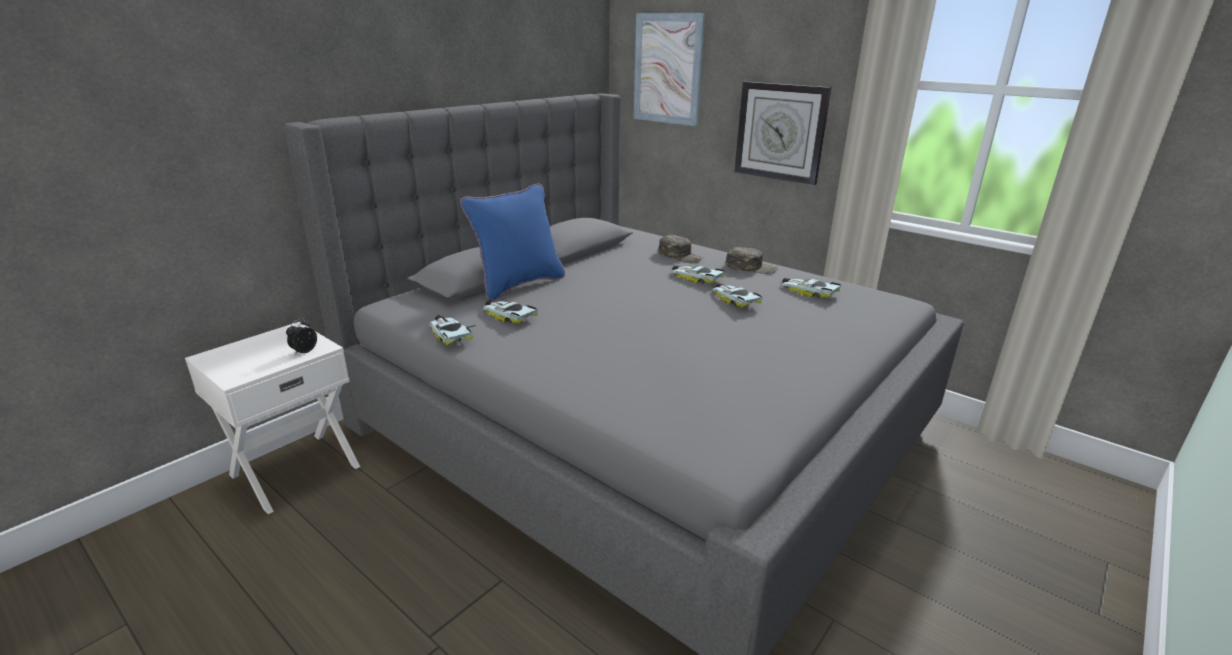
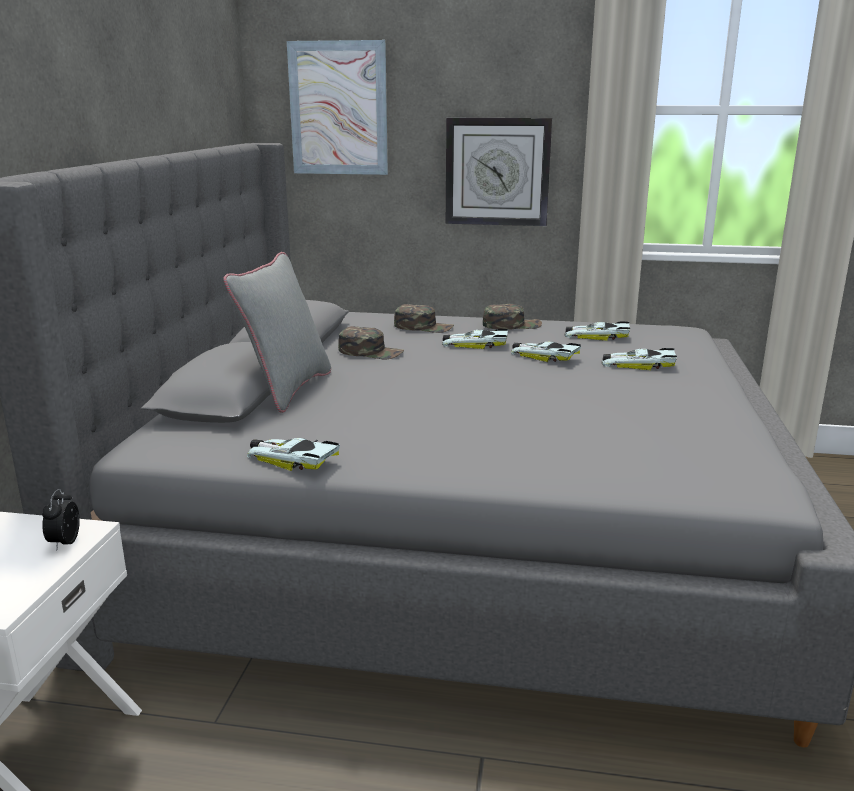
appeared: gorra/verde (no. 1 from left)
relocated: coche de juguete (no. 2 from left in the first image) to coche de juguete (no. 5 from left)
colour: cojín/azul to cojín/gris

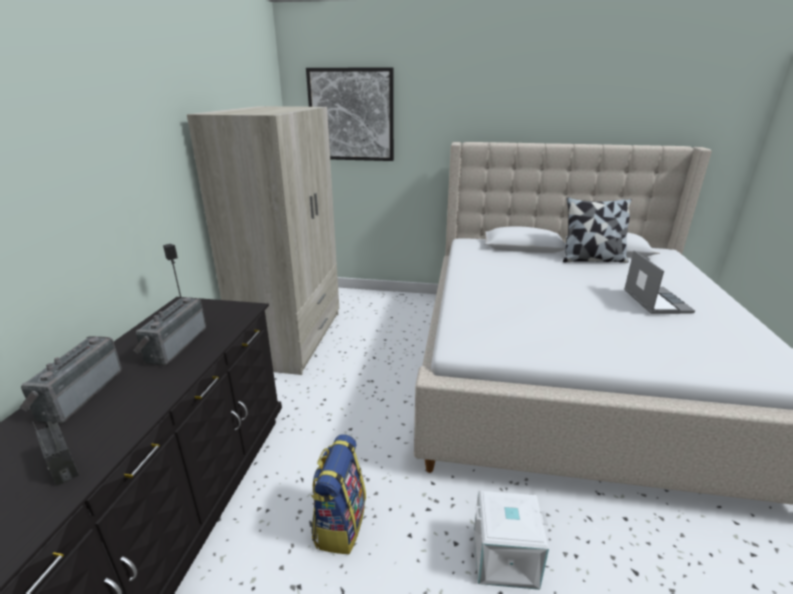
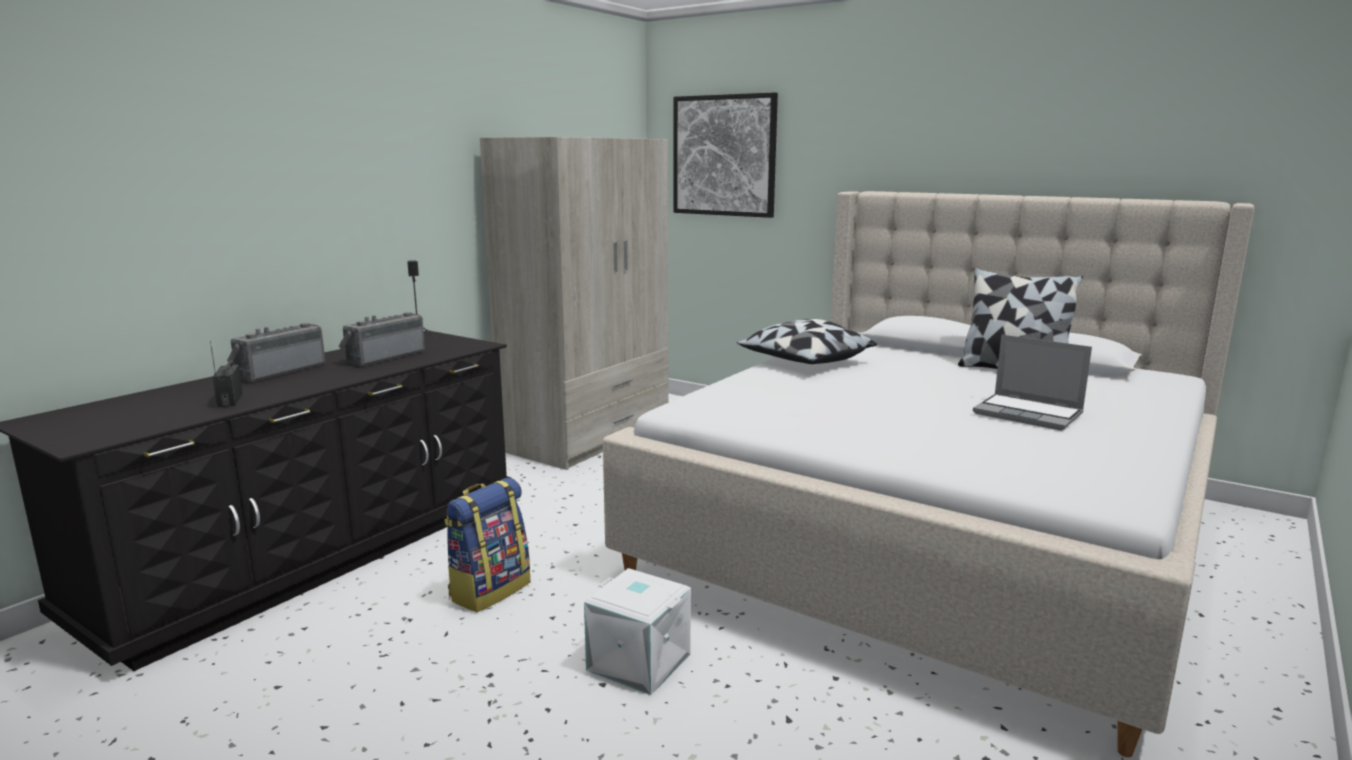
appeared: cojín (no. 1 from left)
spun: portátil 105 degrees clockwise

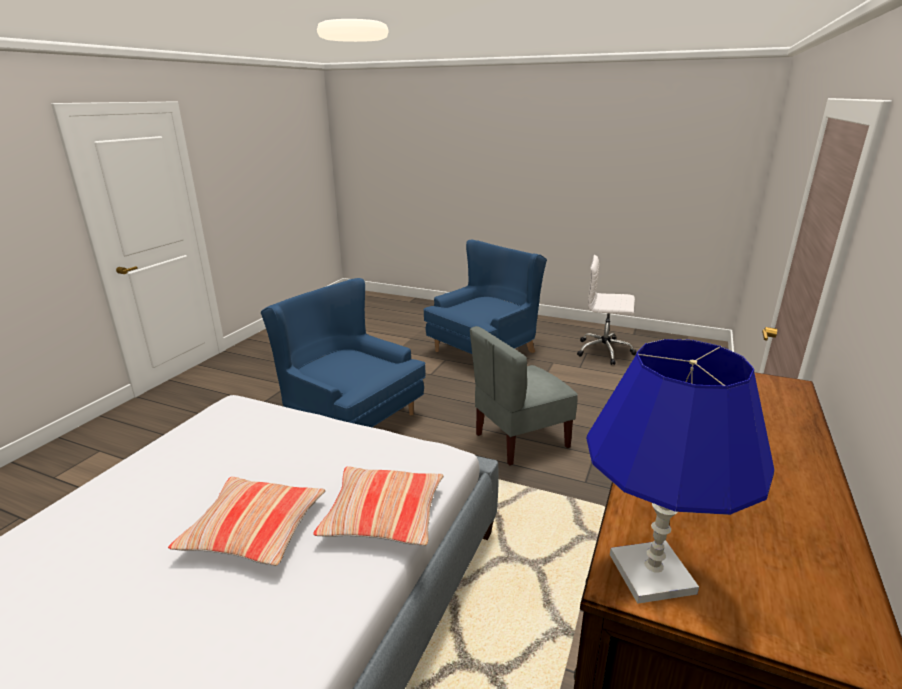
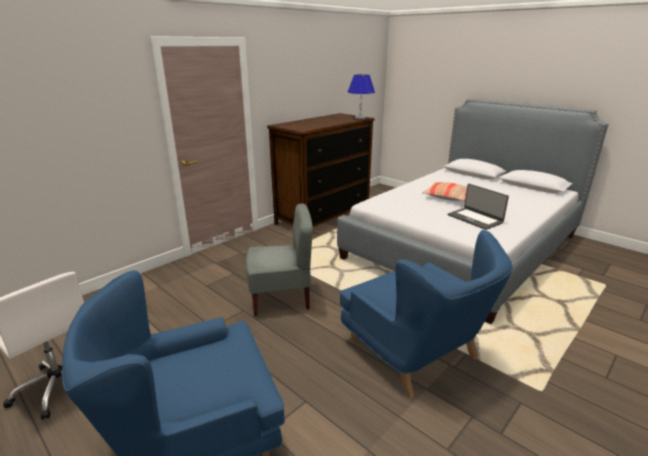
missing: cojín (no. 2 from left)
appeared: portátil

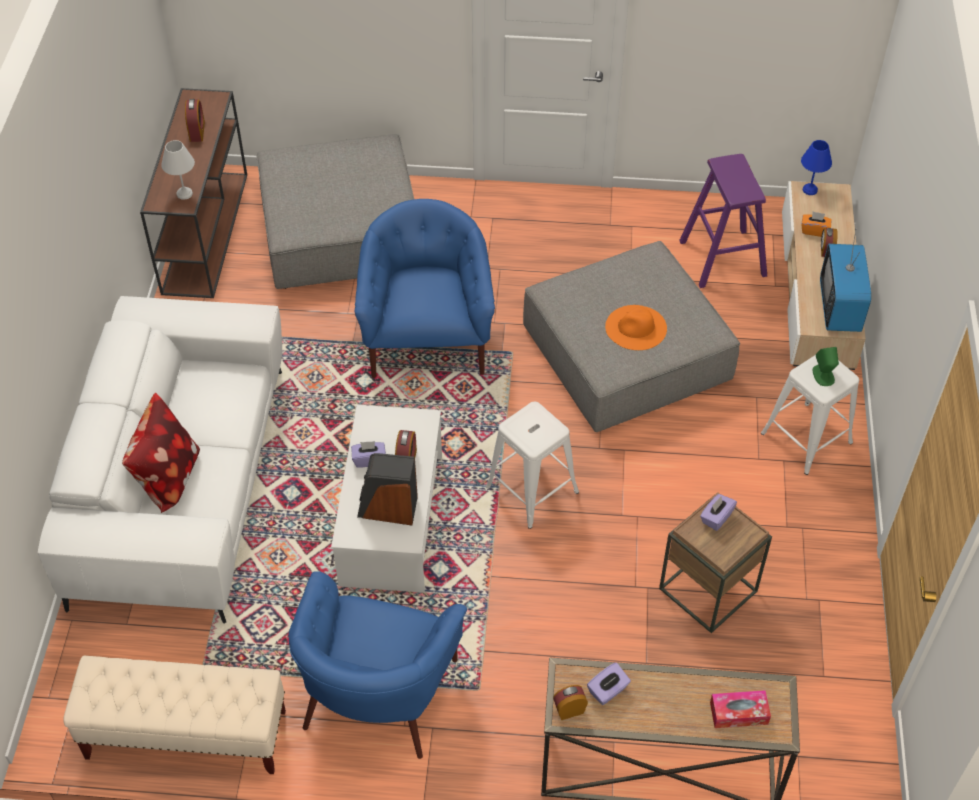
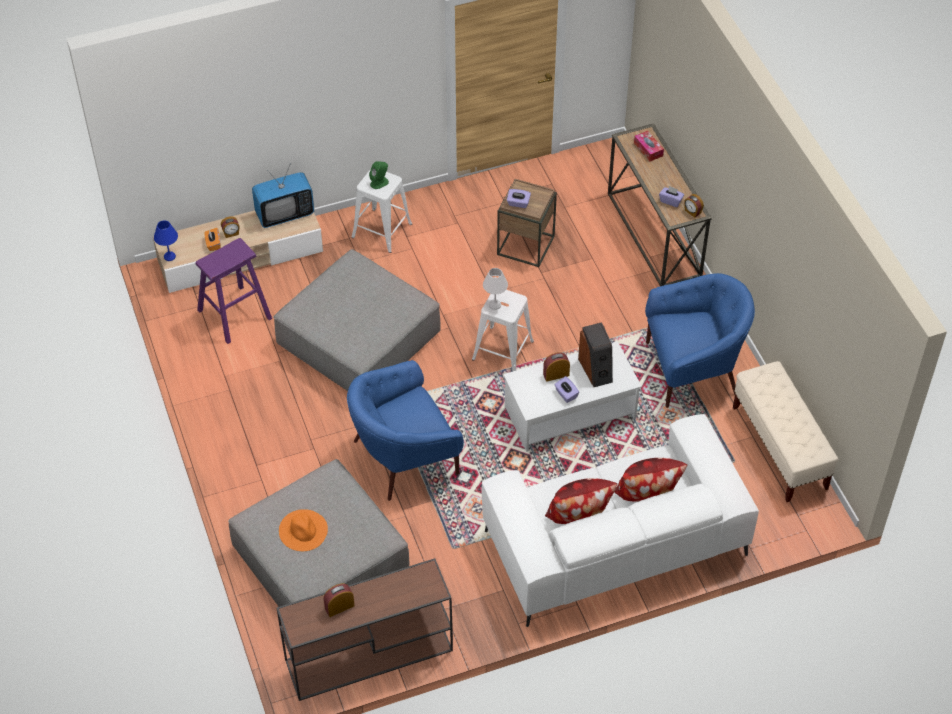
appeared: cojín (no. 1 from left)
relocated: lámpara de mesa/blanco; sombrero/naranja

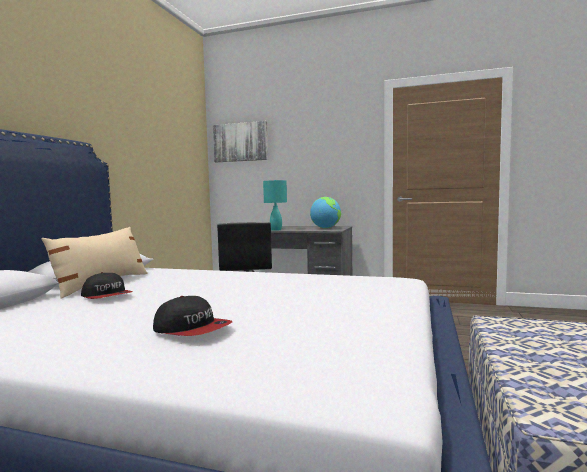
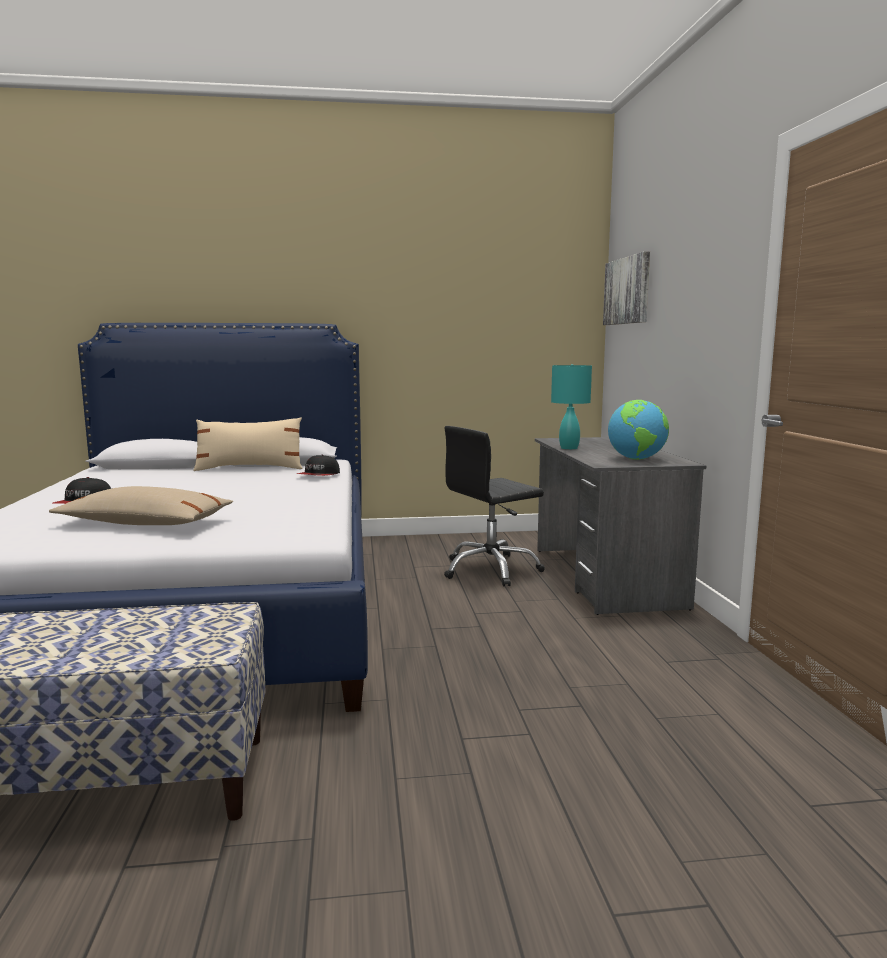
appeared: cojín/beis (no. 1 from left)
relocated: gorra (no. 1 from left in the first image) to gorra (no. 2 from left)

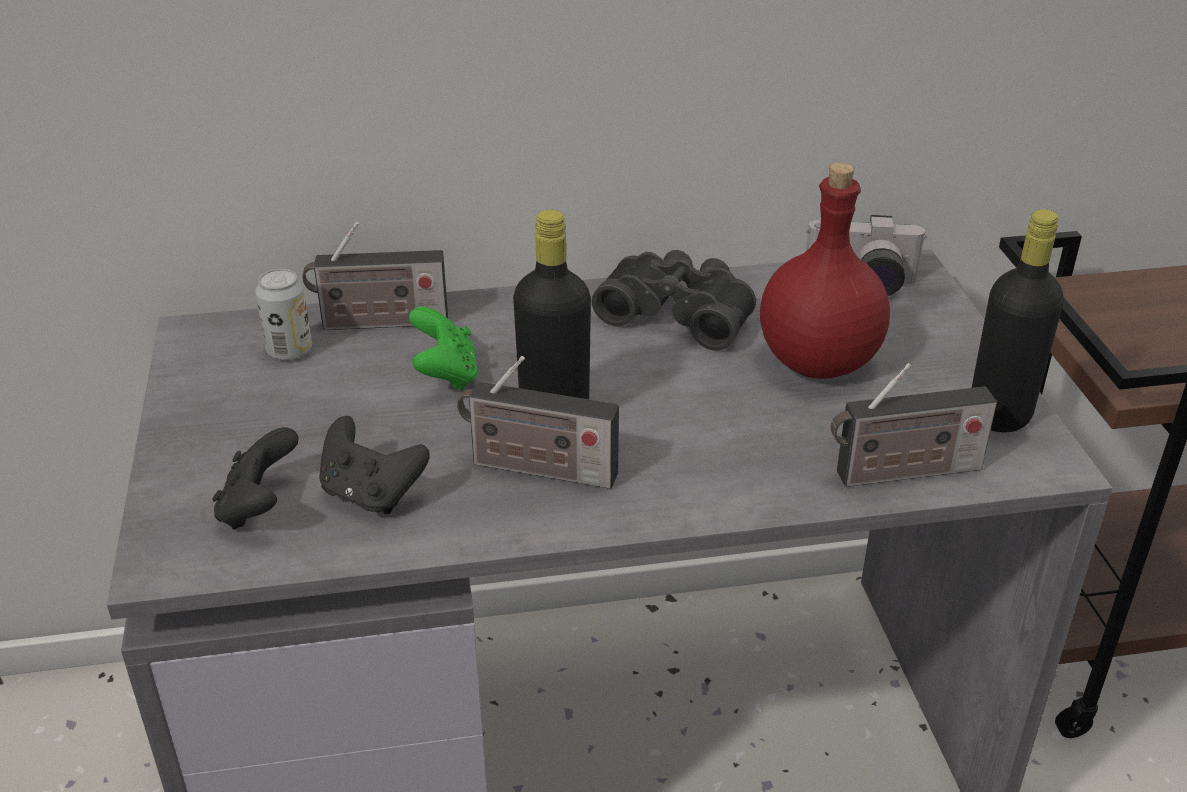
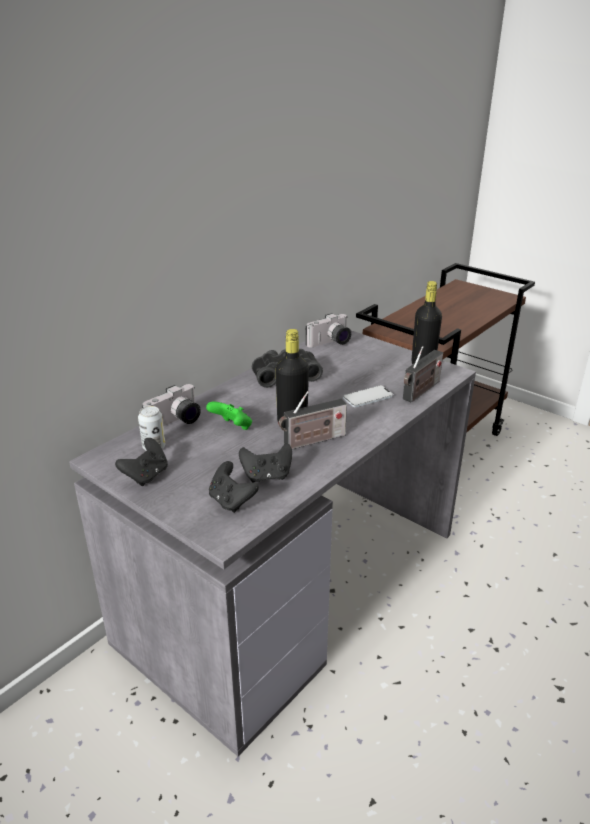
missing: botella/rojo
appeared: mando de consola/negro (no. 1 from left); móvil
exchanged: radio (no. 1 from left) to cámara (no. 1 from left)

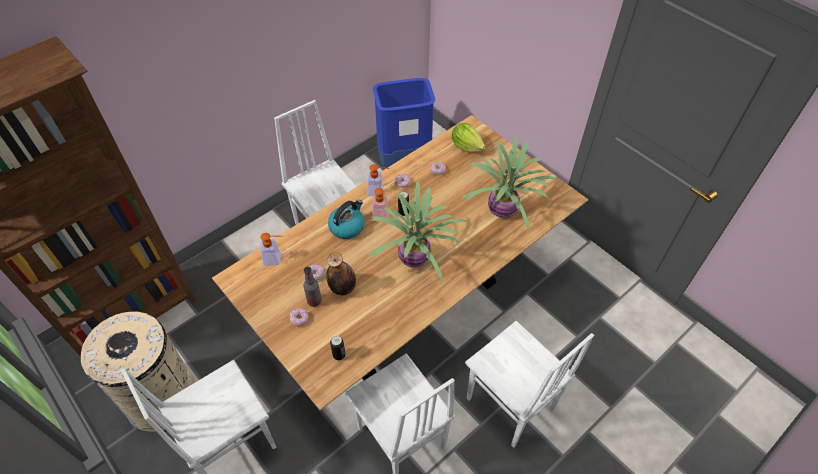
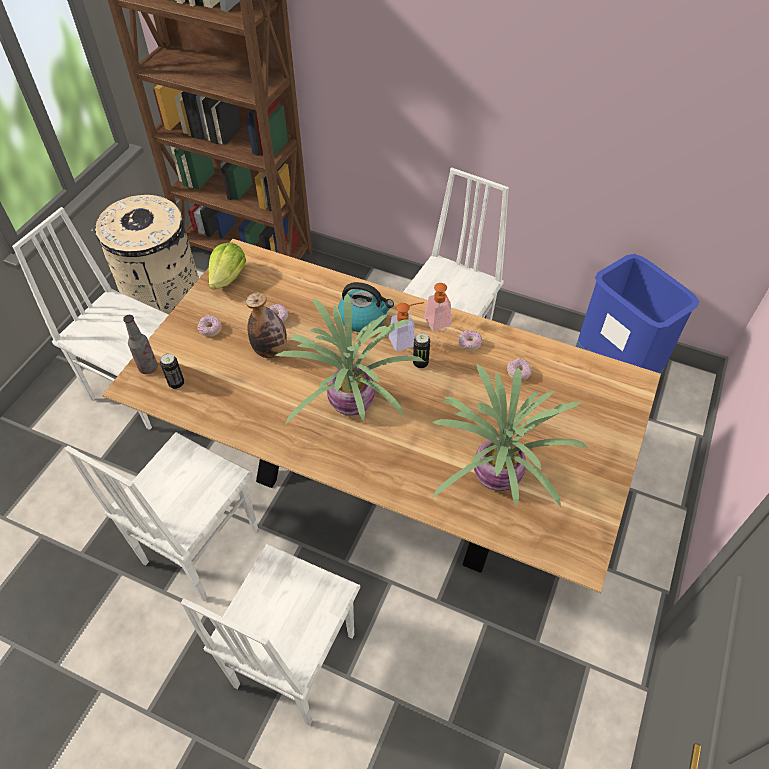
missing: dispensador de jabón (no. 1 from left)
relocated: botella (no. 1 from left); lechuga

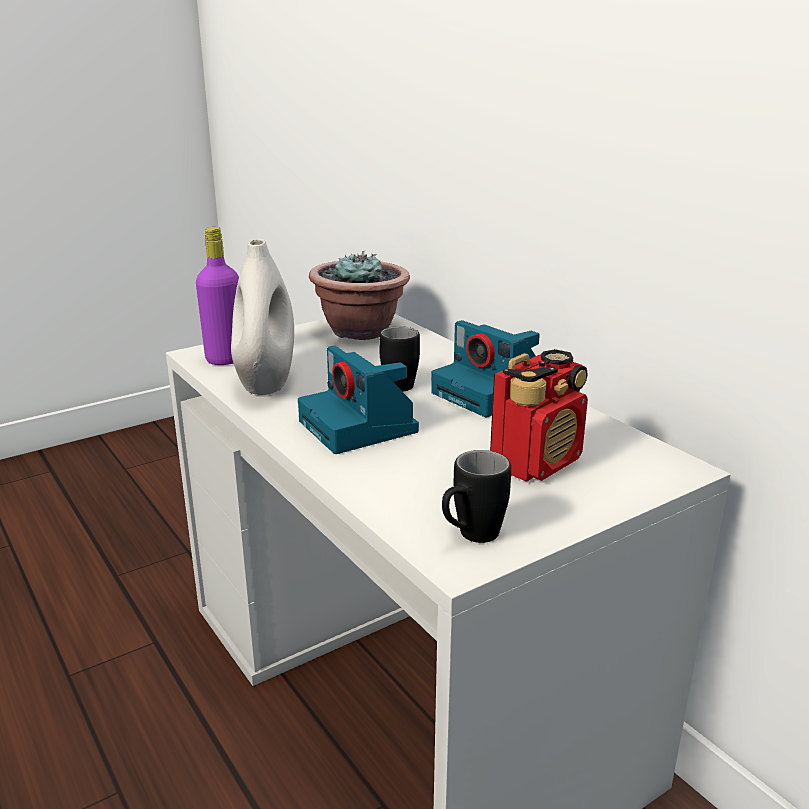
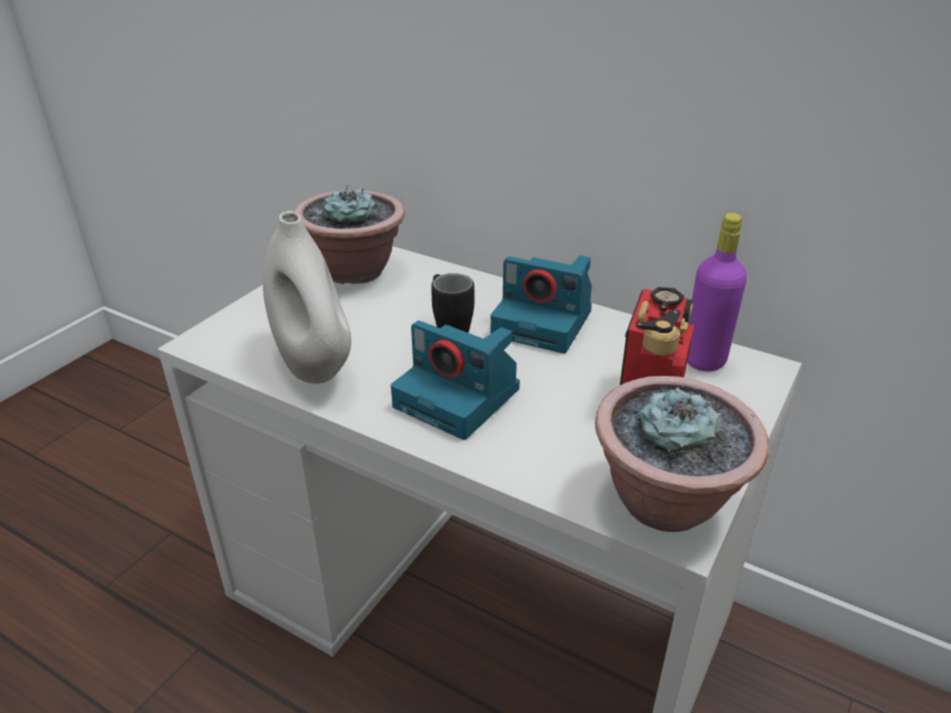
relocated: botella/morado
exchanged: taza grande/negro (no. 2 from left) to planta en maceta (no. 2 from left)

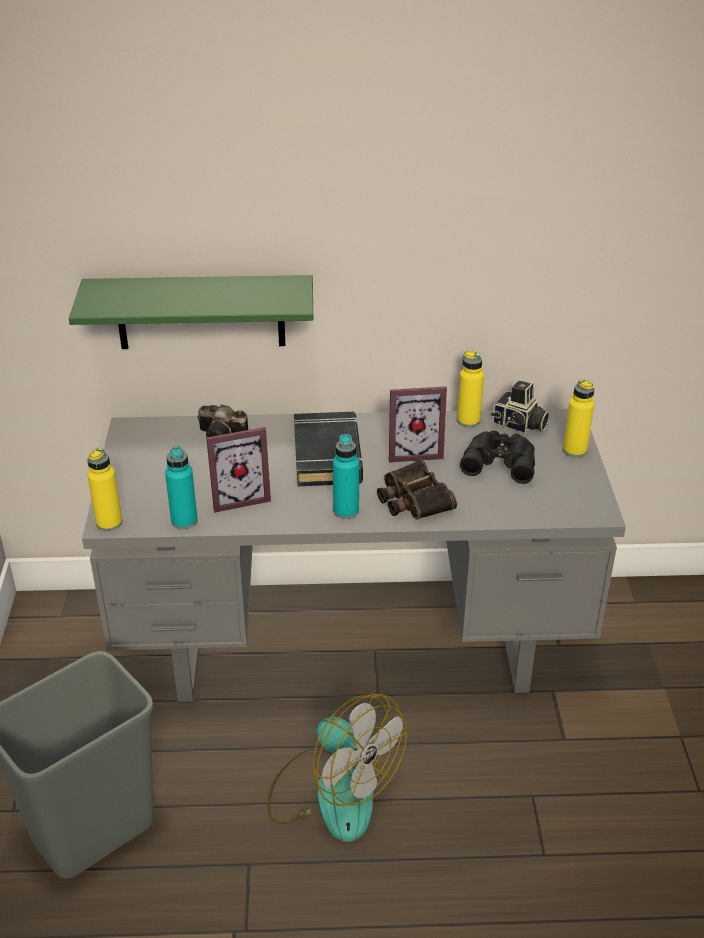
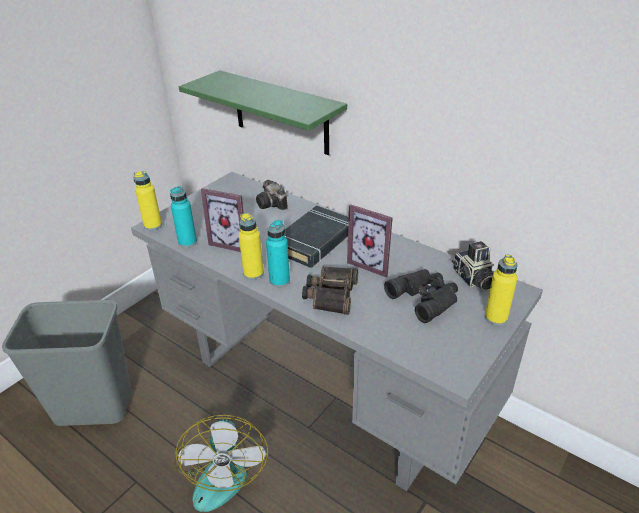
relocated: botella/amarillo (no. 2 from left)

